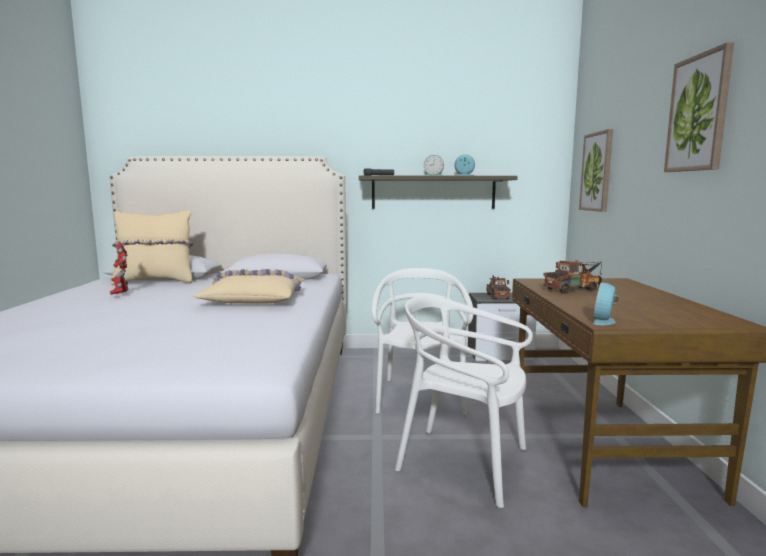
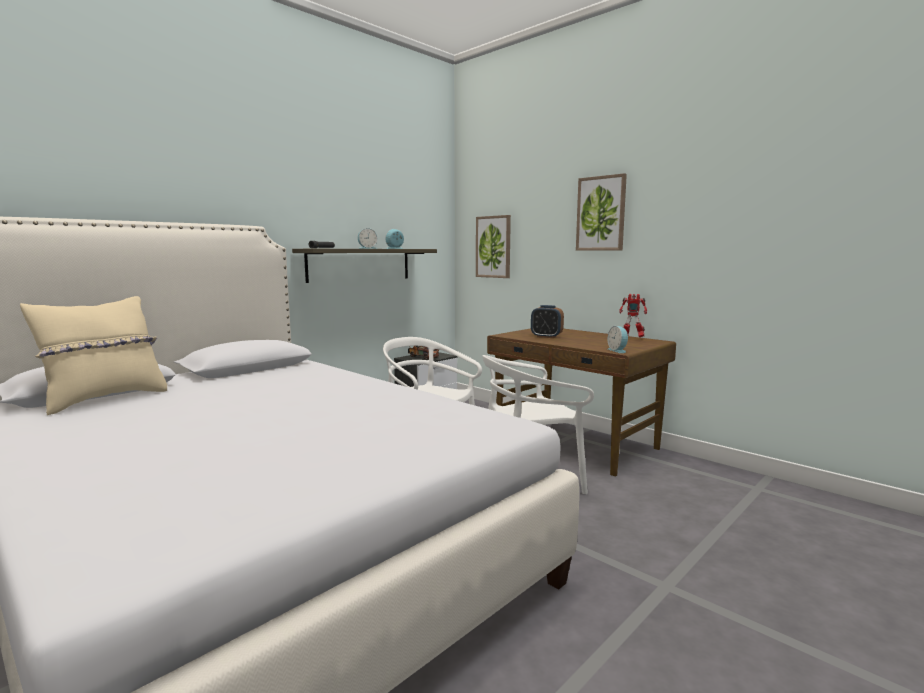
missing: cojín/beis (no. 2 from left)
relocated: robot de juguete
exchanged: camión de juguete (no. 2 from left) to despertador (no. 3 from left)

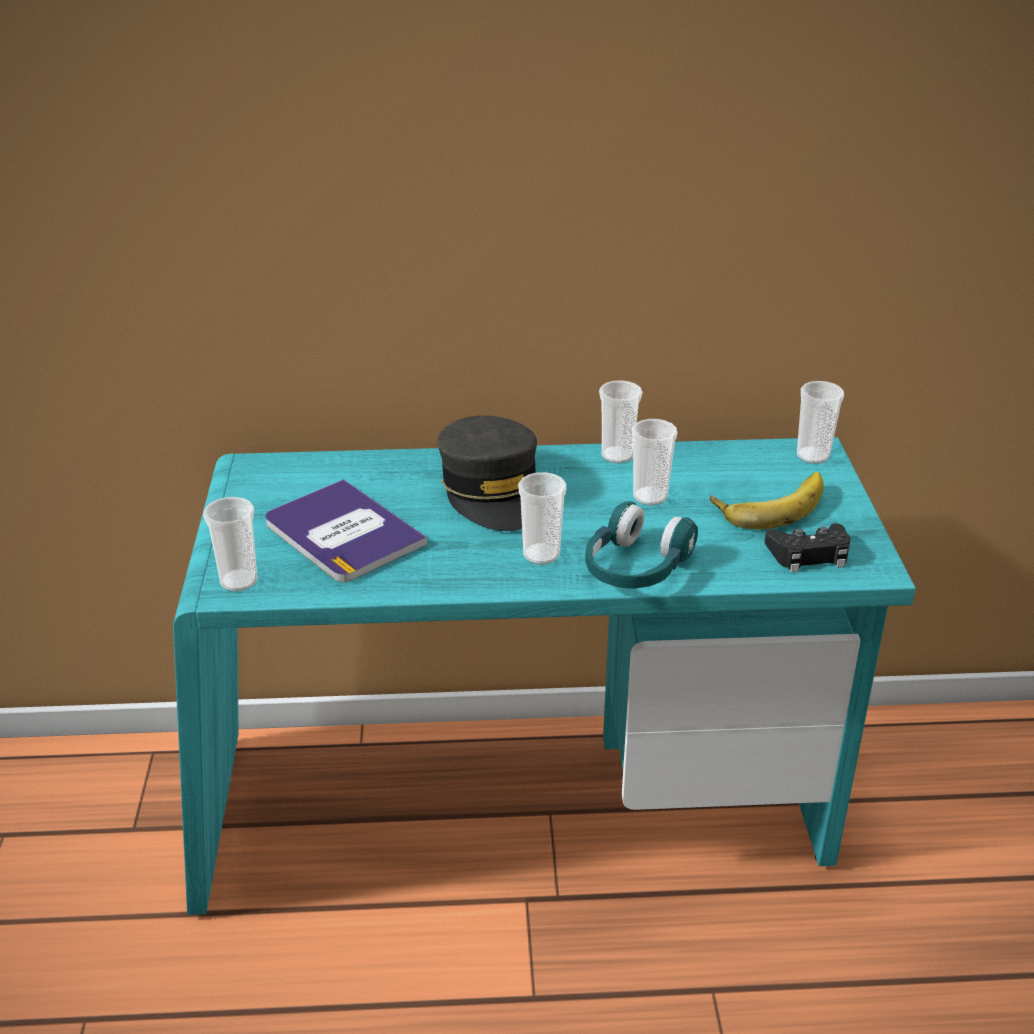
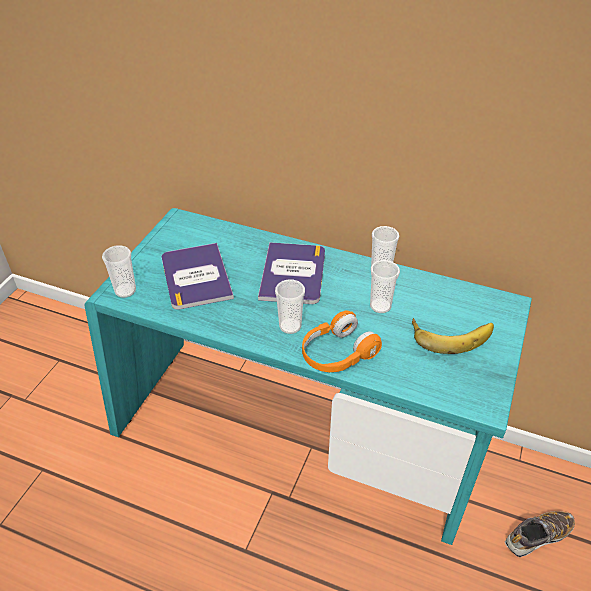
missing: mando de consola/negro; taza (no. 5 from left)
appeared: zapato
exchanged: gorra/gris to libro (no. 2 from left)
colour: auriculares/turquesa to auriculares/naranja

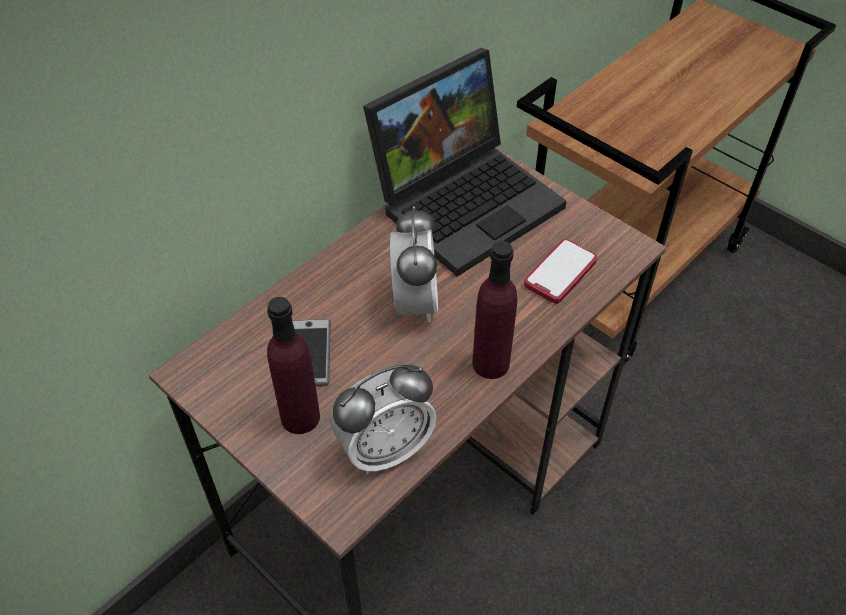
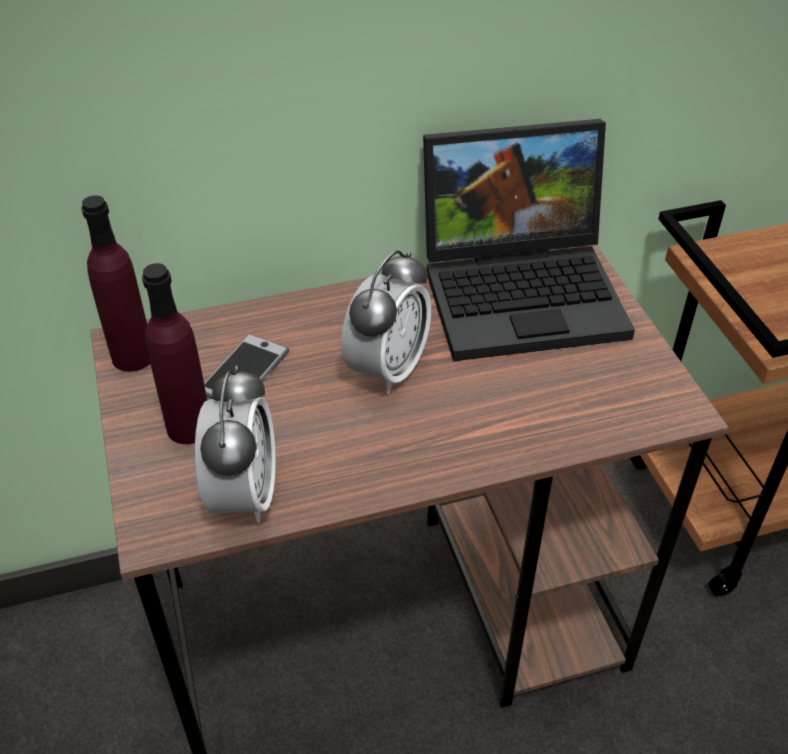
missing: móvil (no. 2 from left)
relocated: botella/morado (no. 2 from left in the first image) to botella/morado (no. 1 from left)
spun: despertador (no. 1 from left) 90 degrees counterclockwise

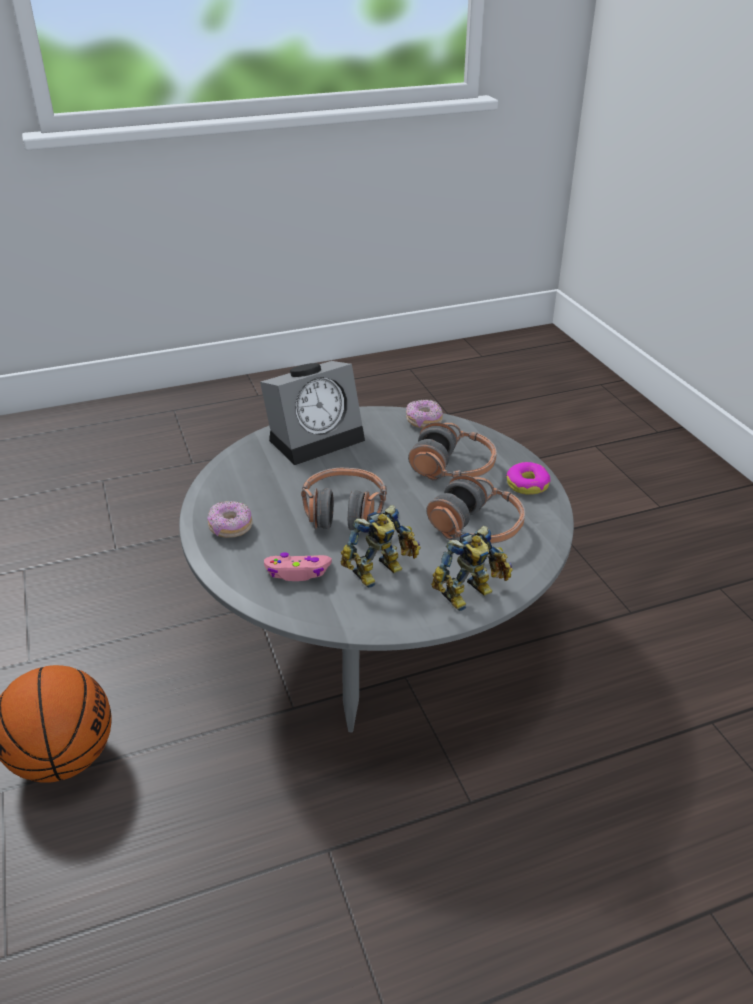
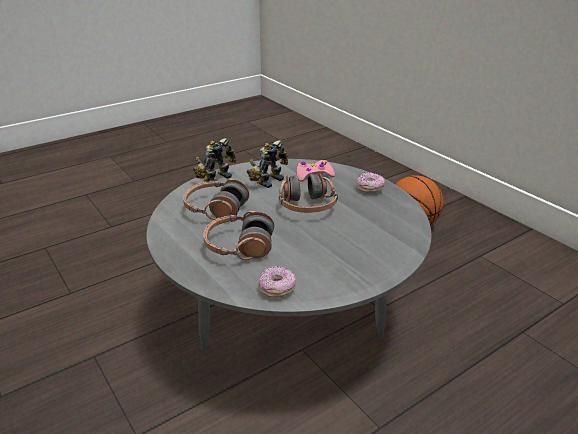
missing: despertador; rosquilla (no. 3 from left)

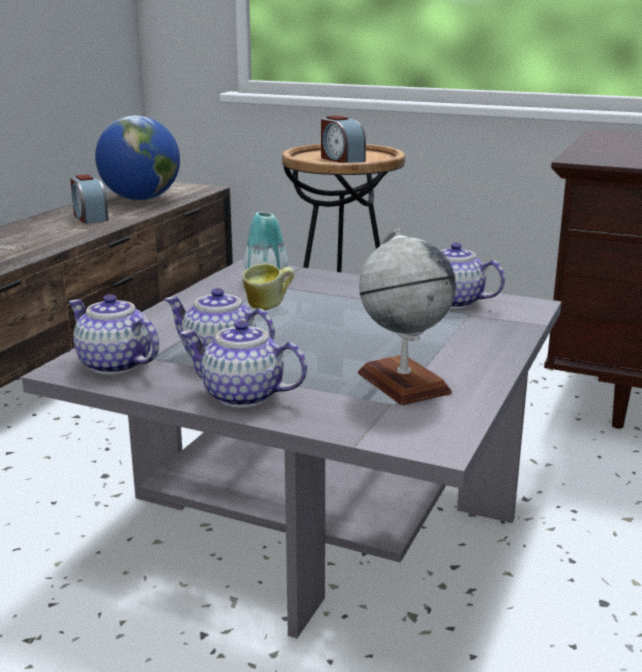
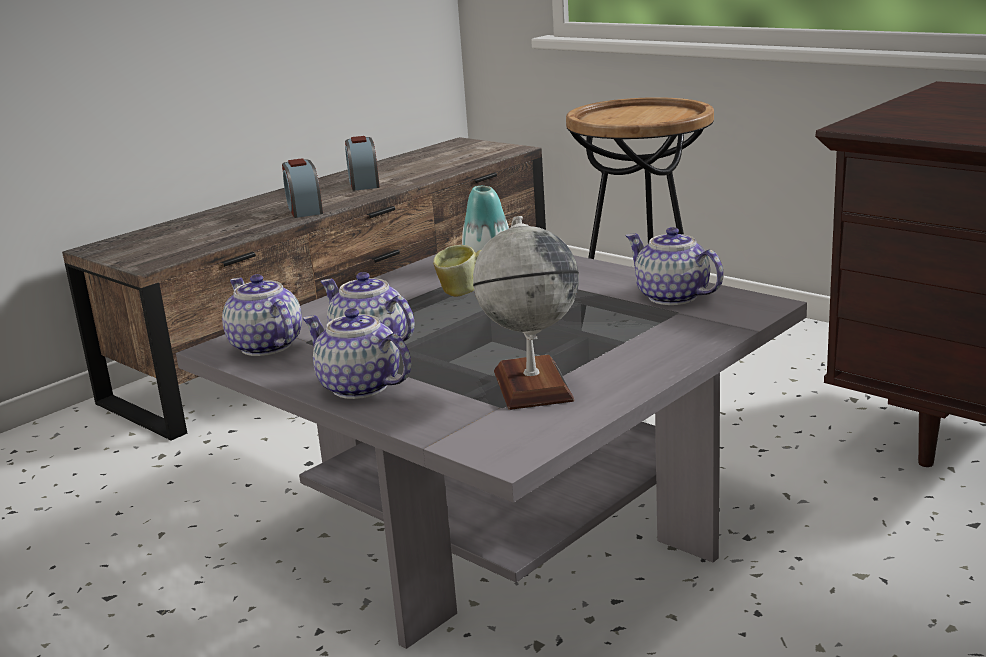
missing: globo terráqueo (no. 1 from left)
relocated: despertador (no. 2 from left in the first image) to despertador (no. 1 from left)

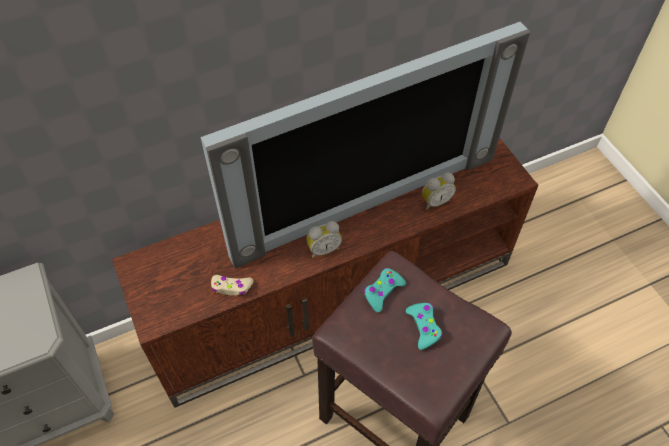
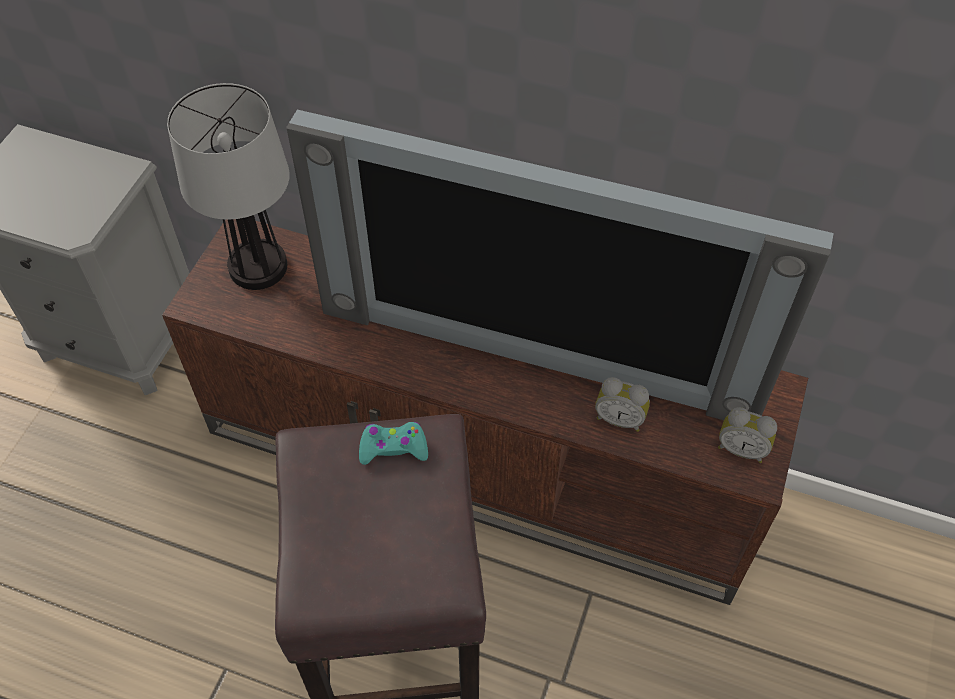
missing: mando de consola/beis; mando de consola/turquesa (no. 2 from left)
appeared: lámpara de mesa
relocated: despertador (no. 1 from left in the first image) to despertador (no. 2 from left)

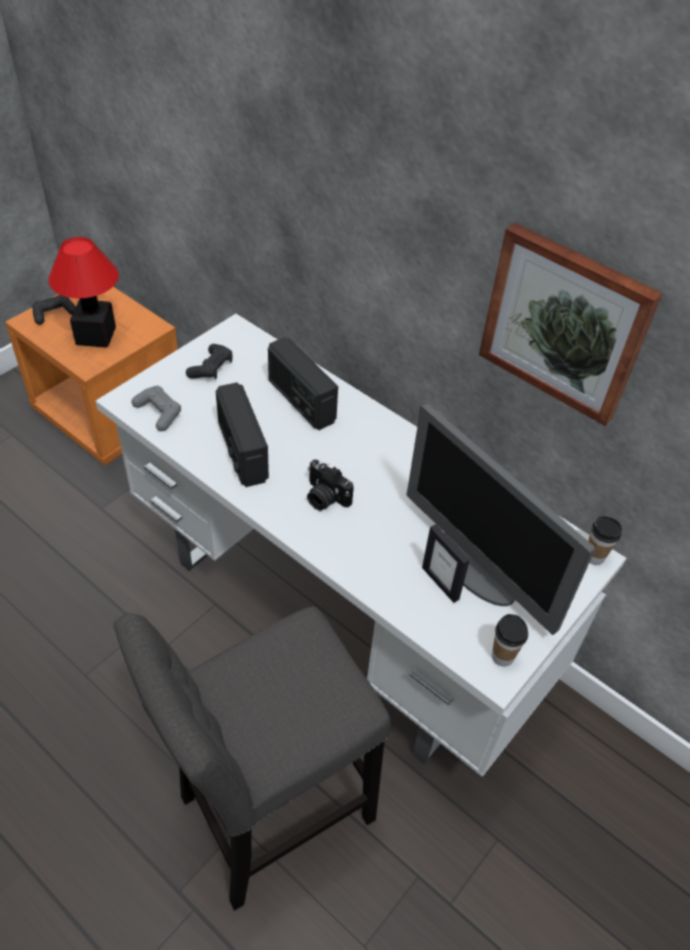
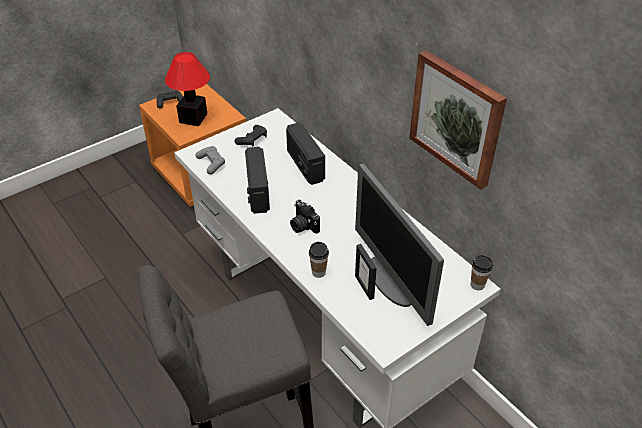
relocated: taza (no. 1 from left)

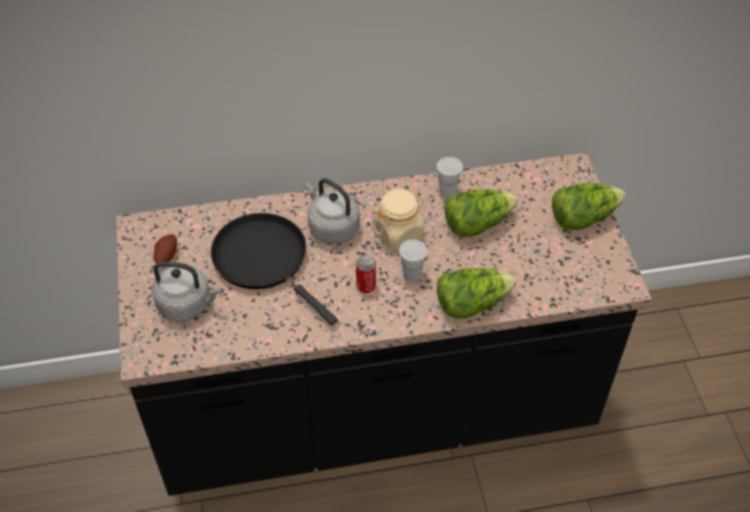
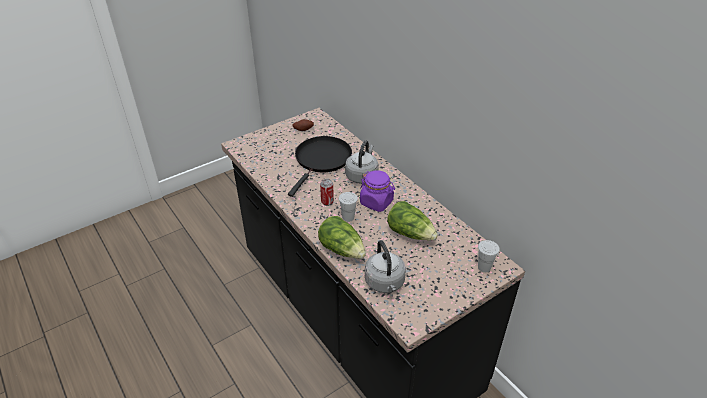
missing: lechuga (no. 3 from left)
relocated: hervidor/gris (no. 1 from left in the first image) to hervidor/gris (no. 2 from left); taza/blanco (no. 2 from left)
colour: tarro/beis to tarro/morado

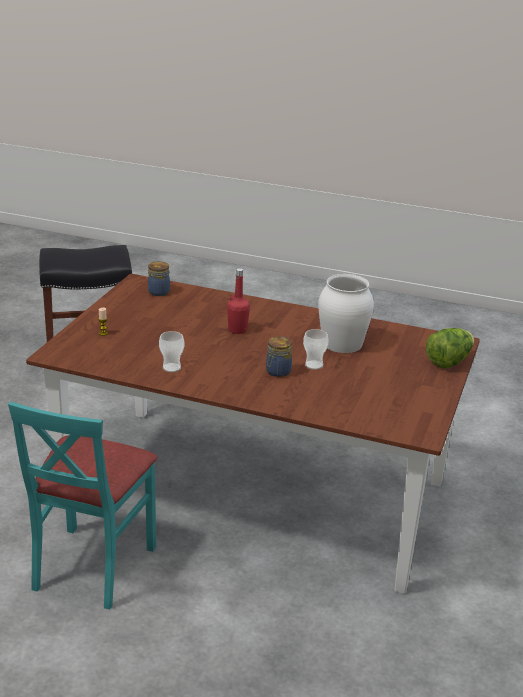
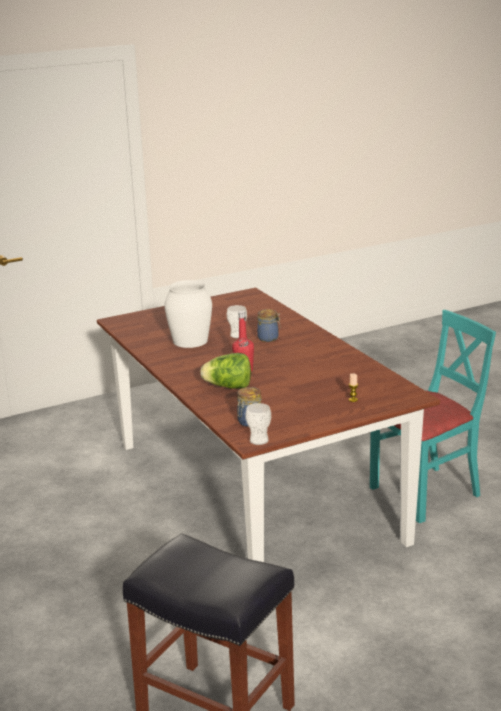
relocated: taza (no. 1 from left in the first image) to taza (no. 2 from left); lechuga

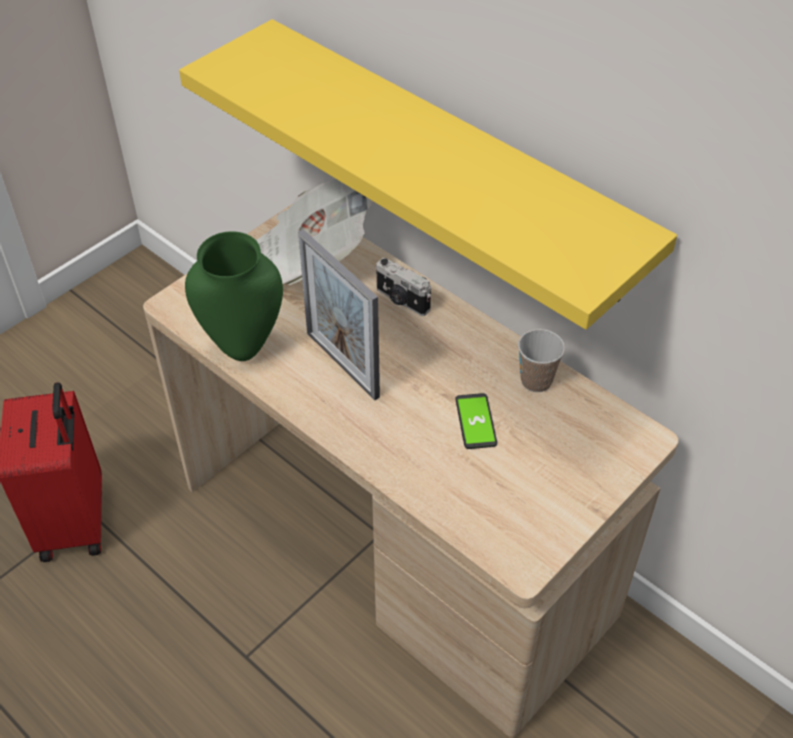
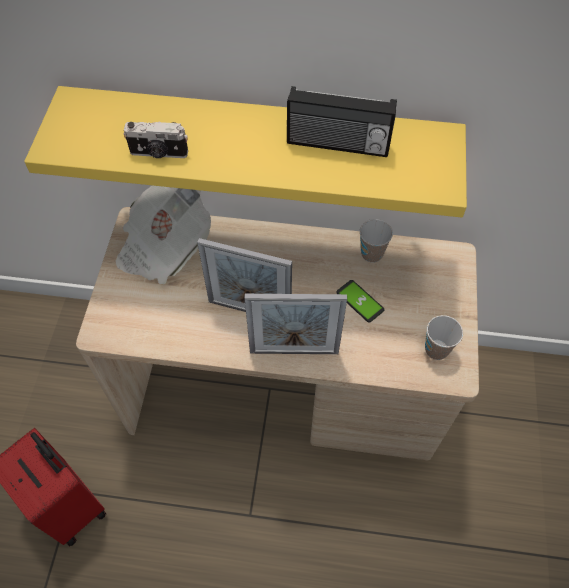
missing: florero/verde
appeared: portarretratos (no. 2 from left); radio; taza (no. 2 from left)
relocated: cámara

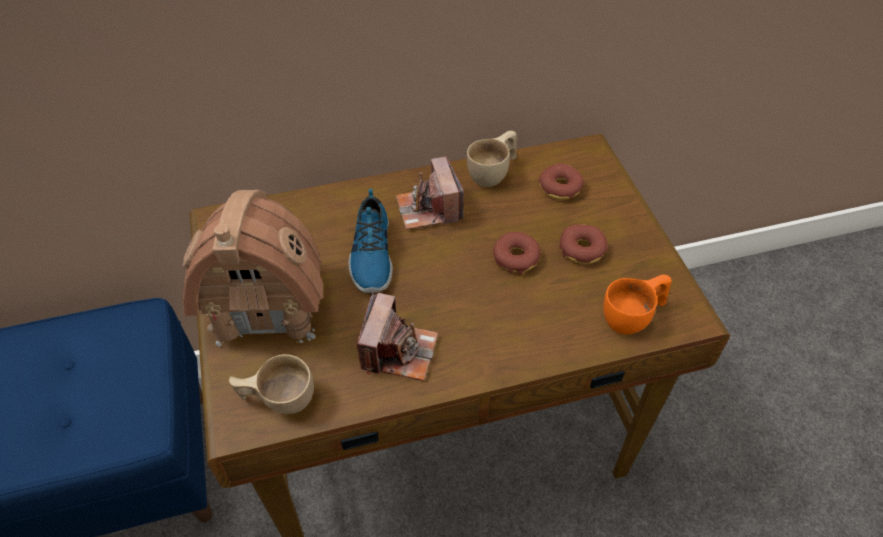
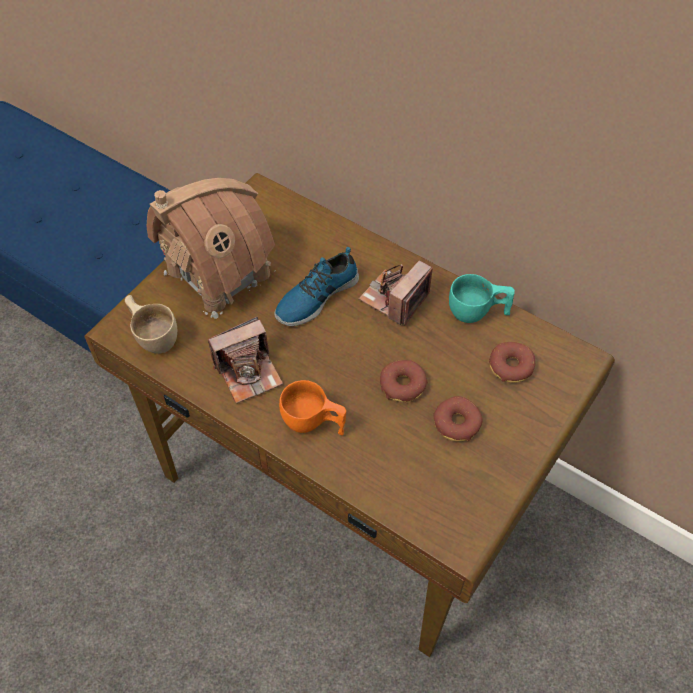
relocated: taza/naranja
colour: taza/beis (no. 2 from left) to taza/turquesa

